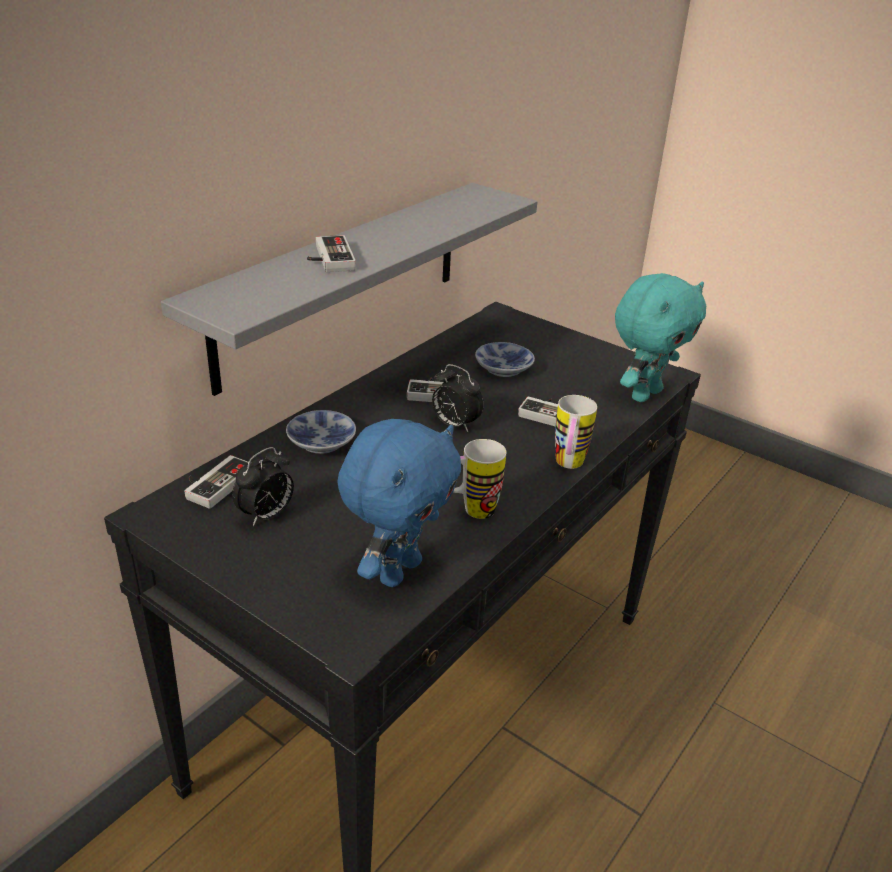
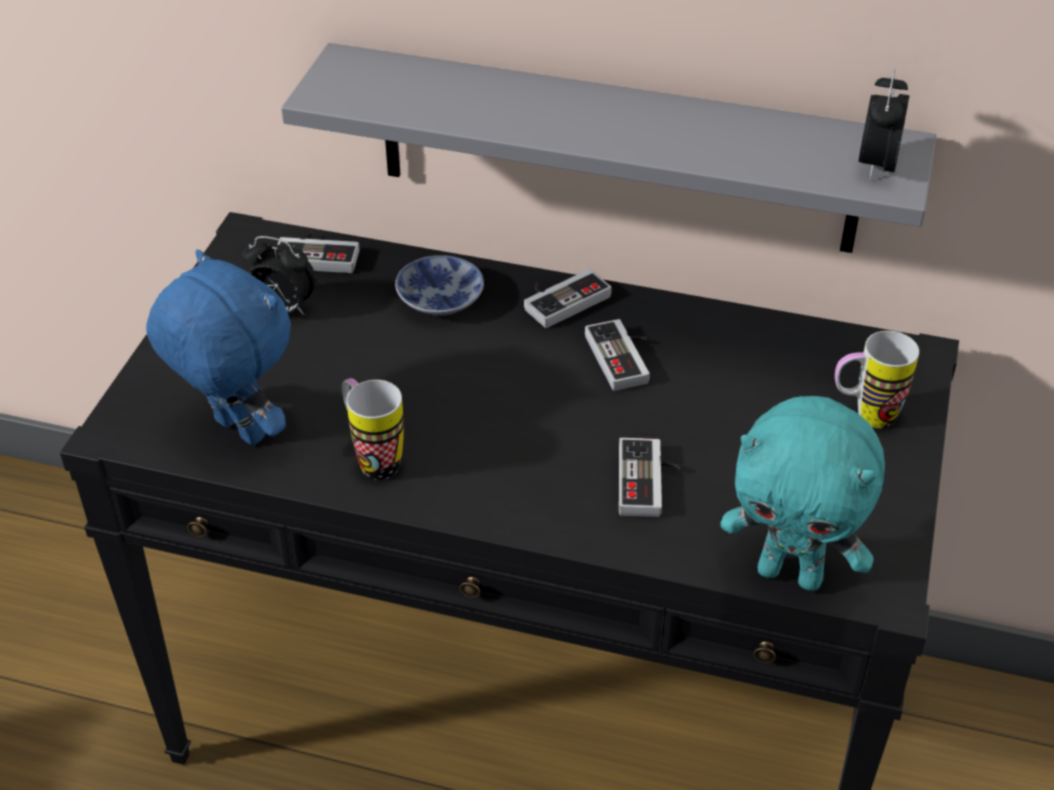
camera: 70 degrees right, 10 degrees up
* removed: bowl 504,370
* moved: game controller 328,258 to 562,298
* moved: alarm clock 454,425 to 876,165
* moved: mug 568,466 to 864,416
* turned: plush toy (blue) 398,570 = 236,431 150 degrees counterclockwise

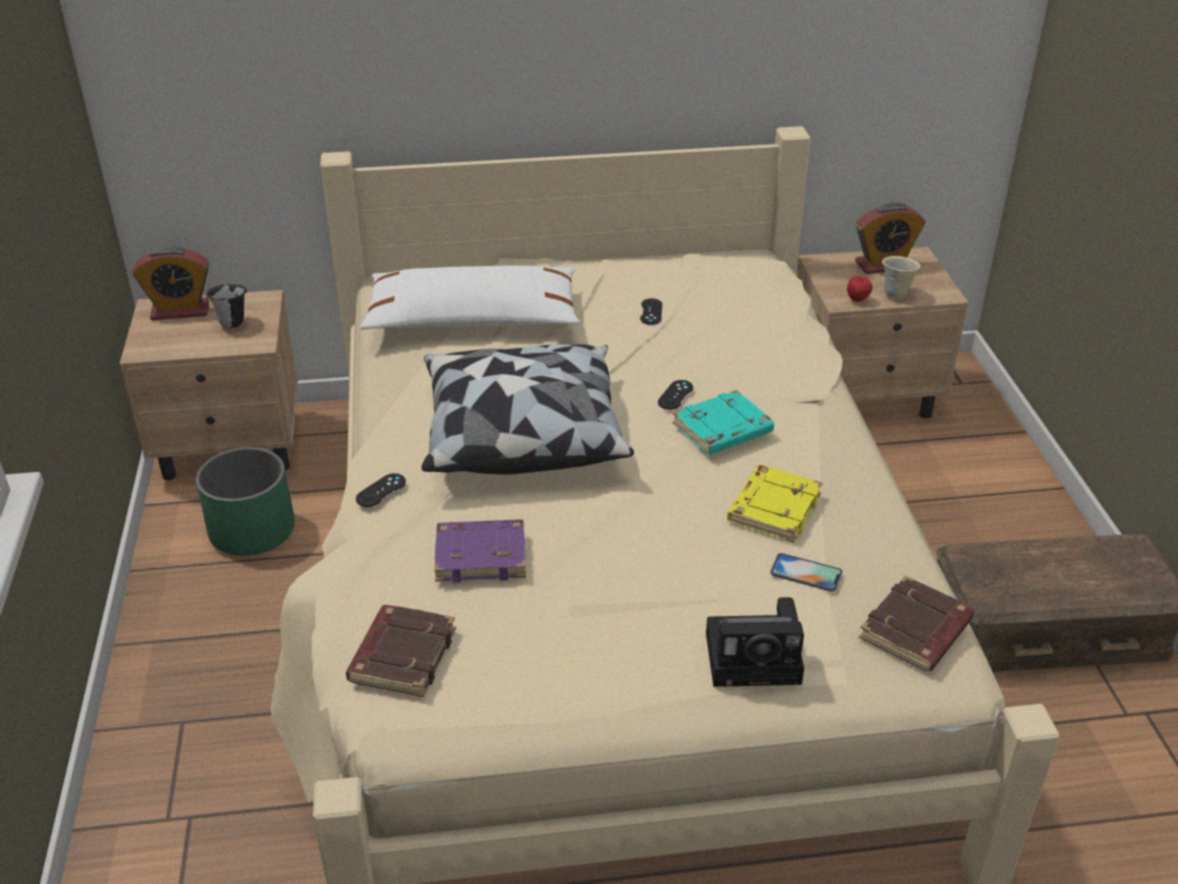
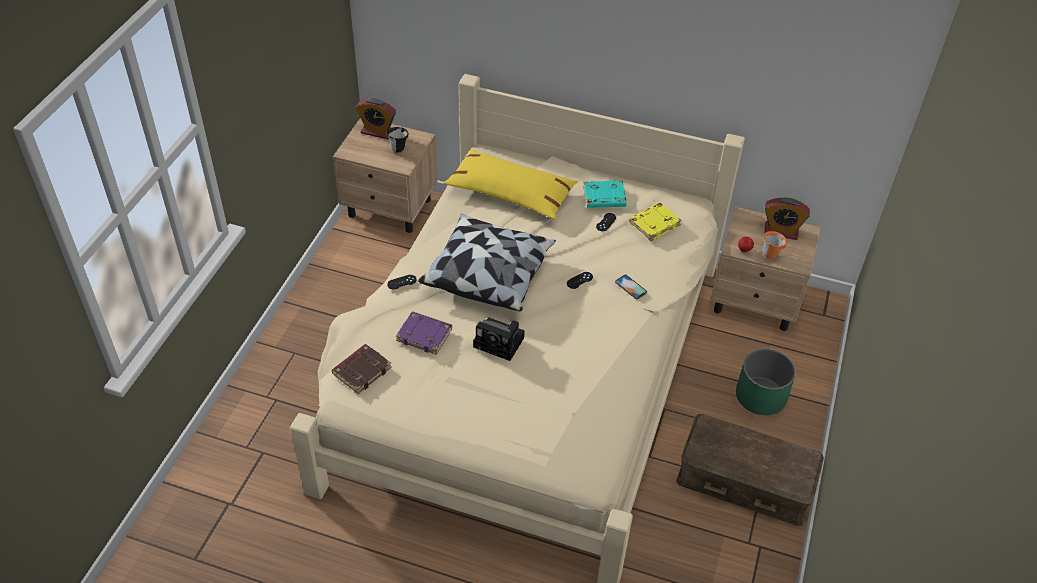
camera: 25 degrees right, 10 degrees up
* removed: book (brown) 916,632
* moved: planter (green) 253,531 to 761,396
* moved: book (turquoise) 722,430 to 604,198
* moved: photo camera 757,657 to 501,343
* moved: book (yellow) 773,508 to 654,224
* moved: phone 806,573 to 631,287
* recoloured: pillow (white) 473,319 to pillow (yellow) 510,193
* recoloured: mug (beige) 896,294 to mug (orange) 770,254

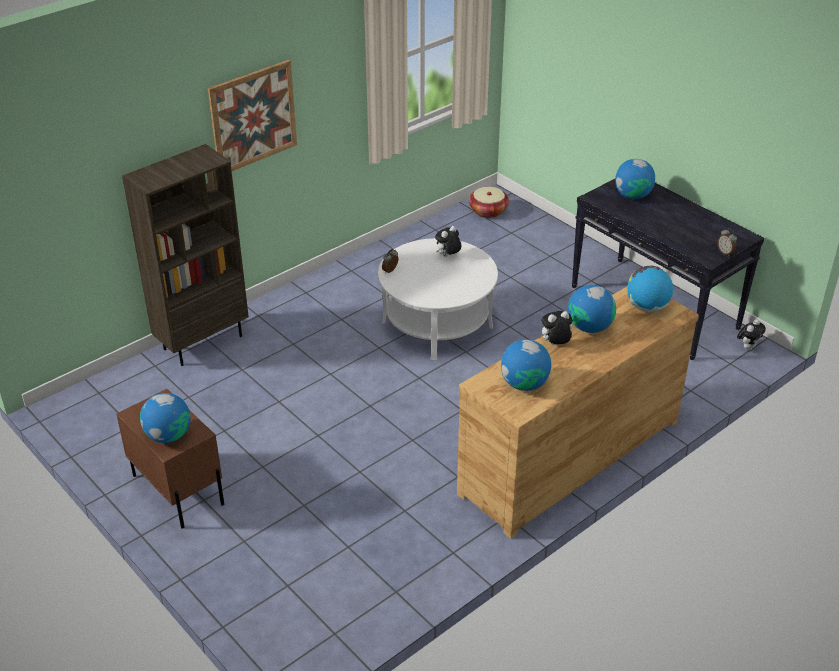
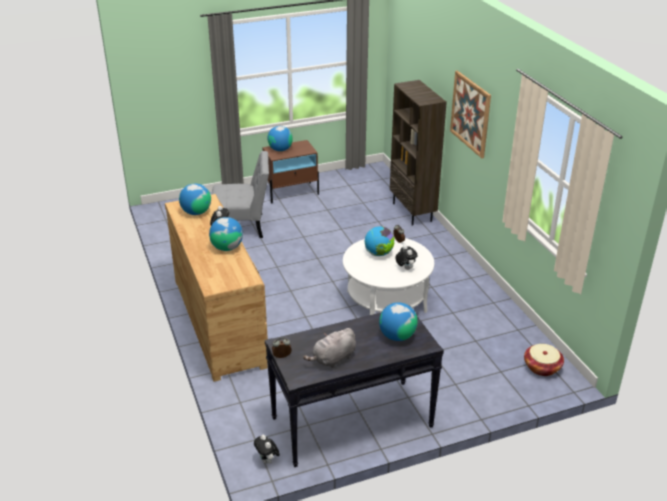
camera: 110 degrees right, 5 degrees down
* added: chair (grey) 243,227
* added: plush toy (grey) 333,359
* moved: globe 647,307 to 379,254

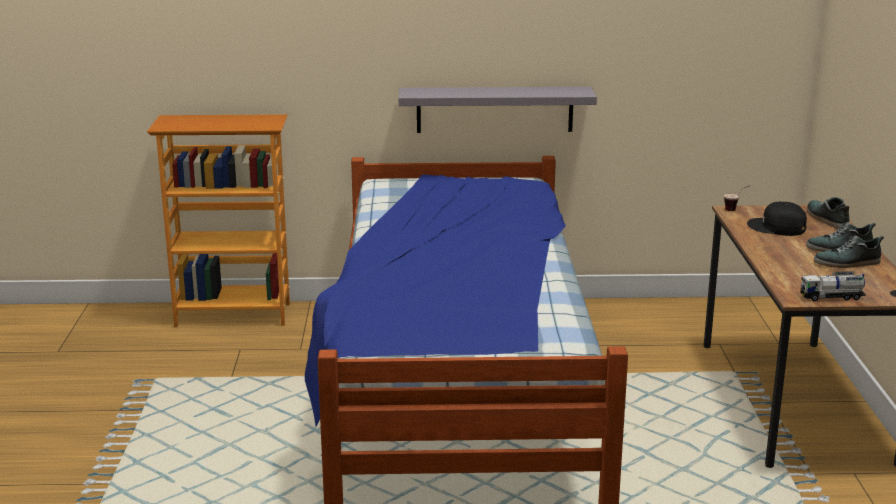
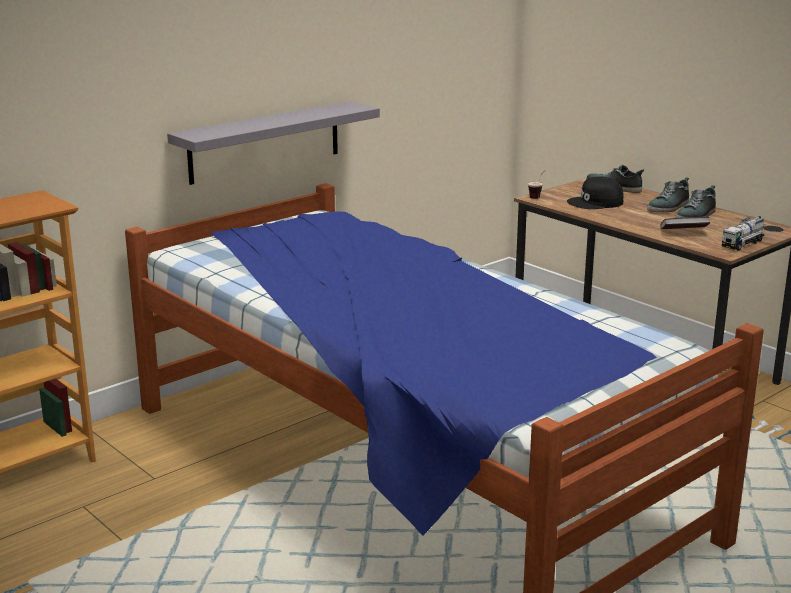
camera: 40 degrees left, 0 degrees up
* added: book 684,233

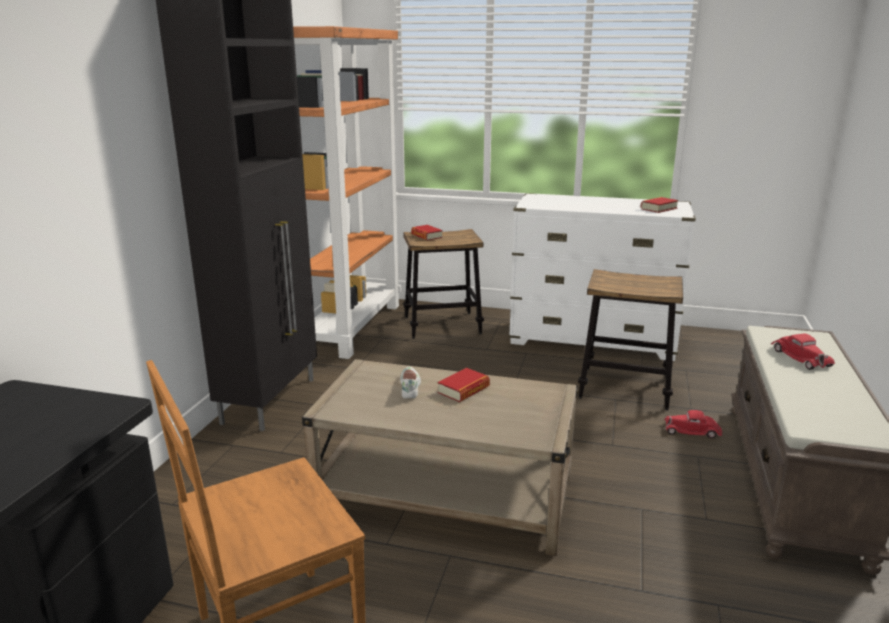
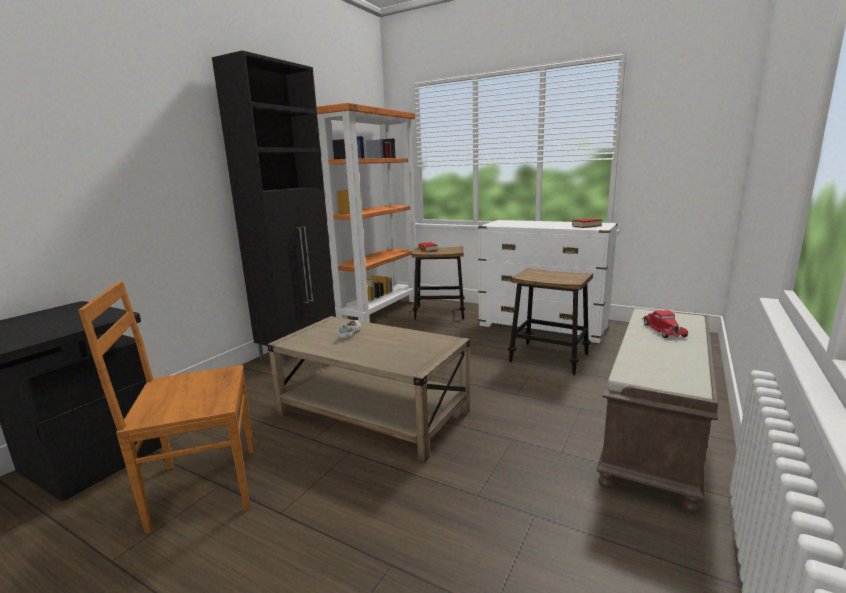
camera: 15 degrees right, 5 degrees down
* removed: book 463,390
* removed: toy car (red) 692,431

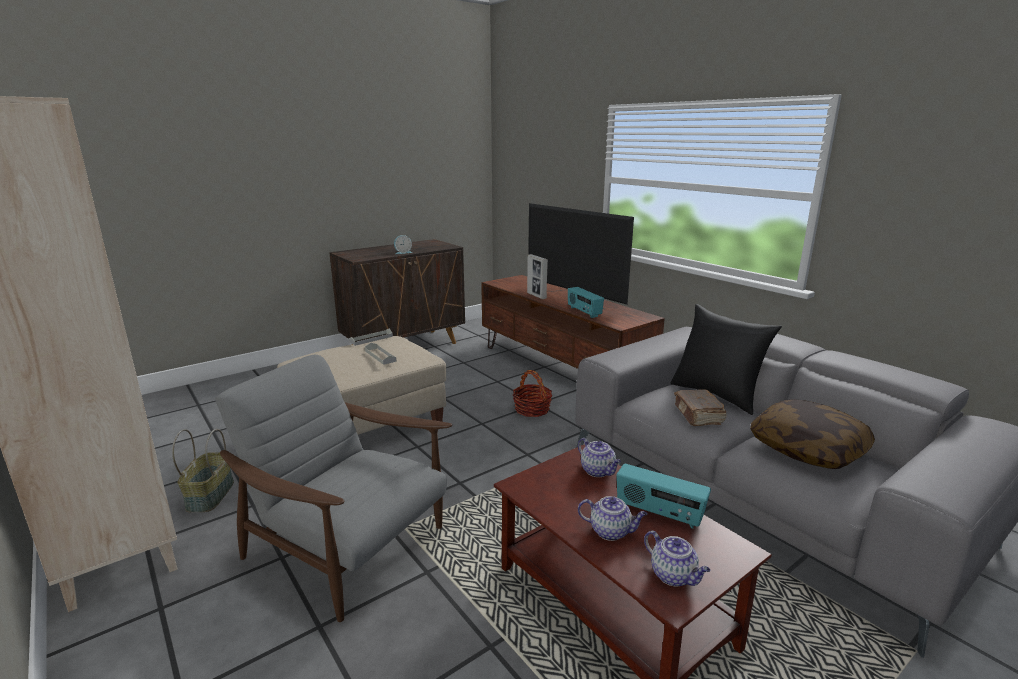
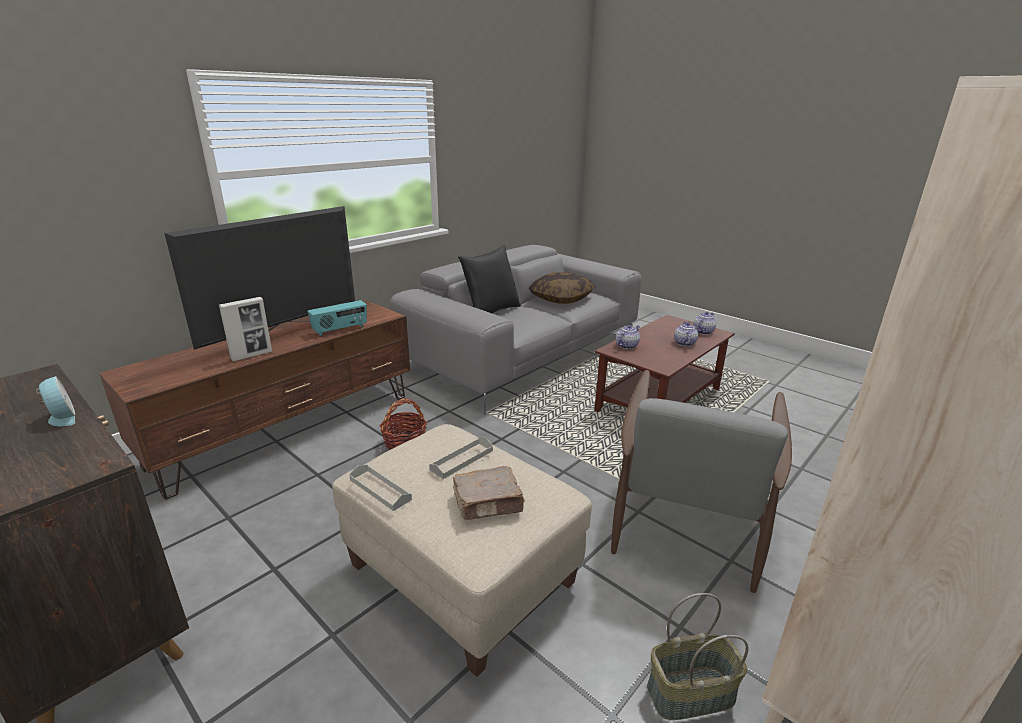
camera: 100 degrees left, 5 degrees up
* removed: radio 659,513
* moved: book (brown) 698,415 to 489,503

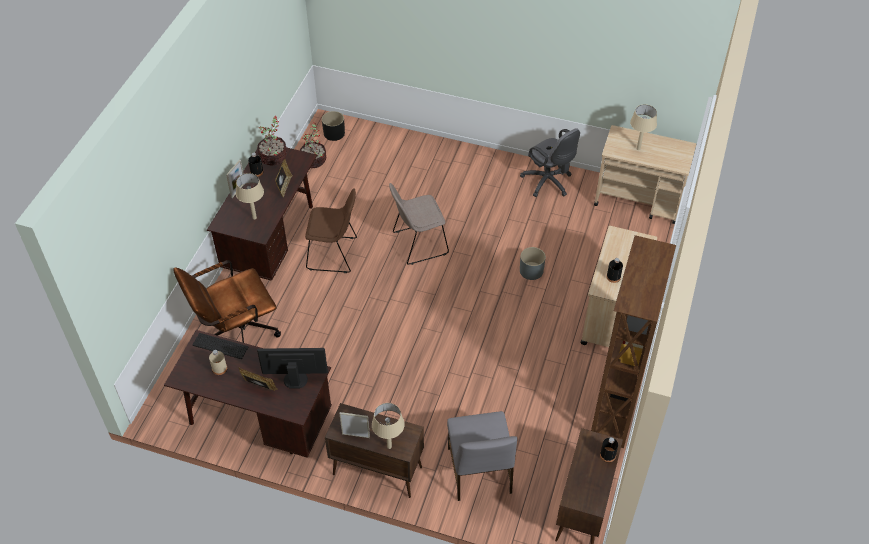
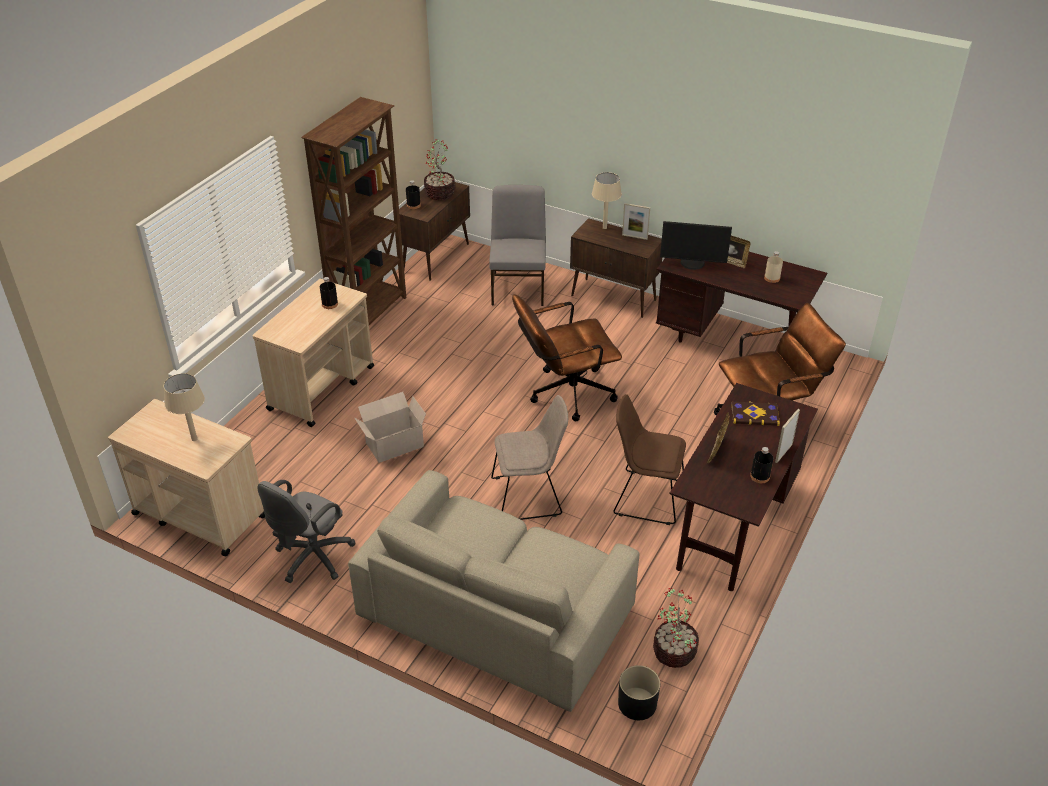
camera: 170 degrees left, 10 degrees down
* removed: keyboard 219,346
* added: sofa (beige) 496,610
* added: office chair (brown) 564,394
* moved: potted plant 273,157 to 439,193
* replaced: table lamp (beige) 254,218 to book 754,414
* replaced: planter (grey) 531,271 to cardboard box 393,445
* turned: office chair (grey) 548,183 = 311,559 120 degrees counterclockwise

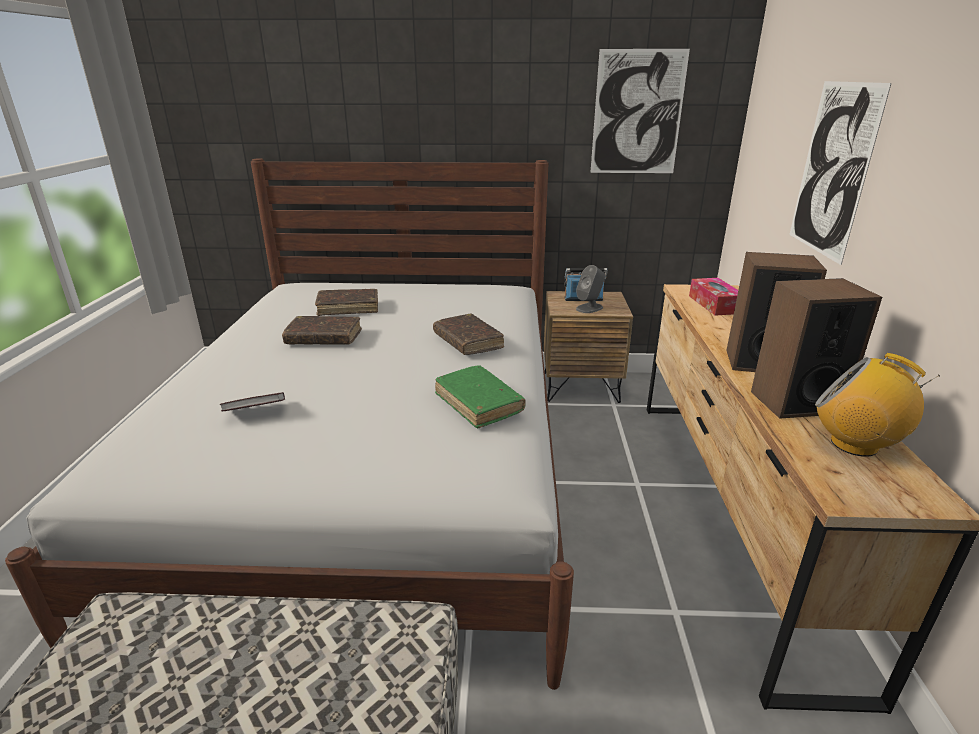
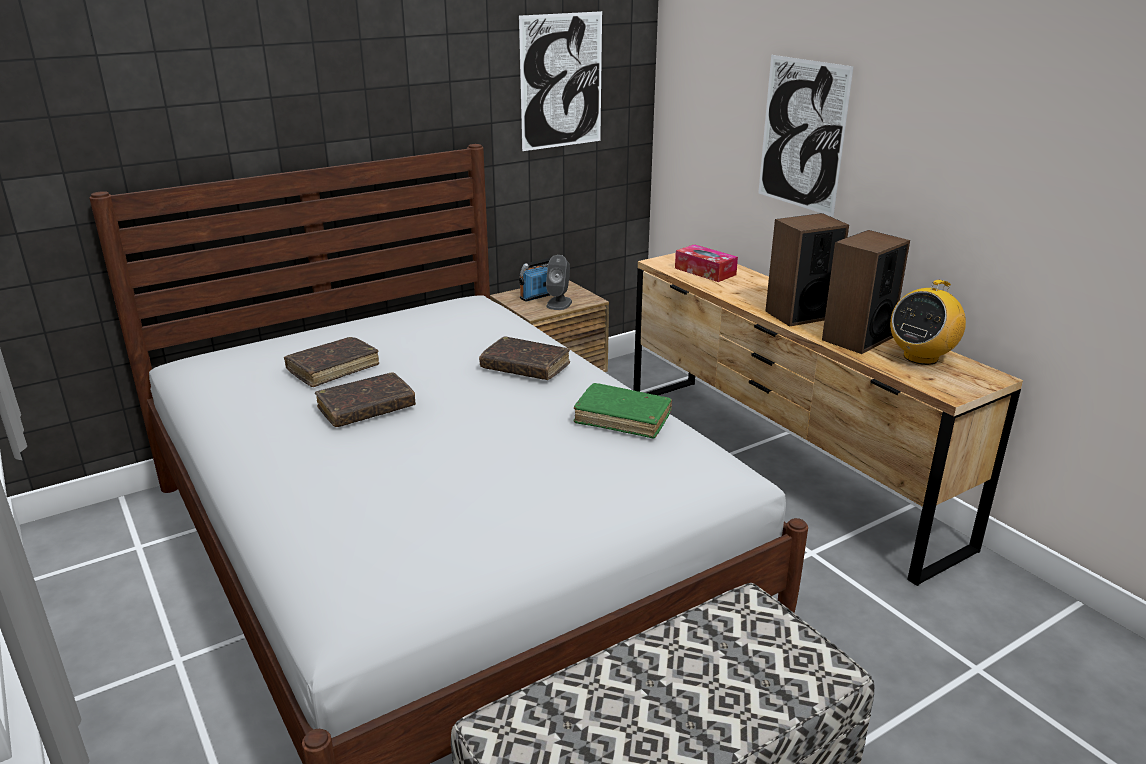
camera: 35 degrees left, 0 degrees up
* removed: book 255,412
* turned: radio 855,444 = 920,357 45 degrees counterclockwise

